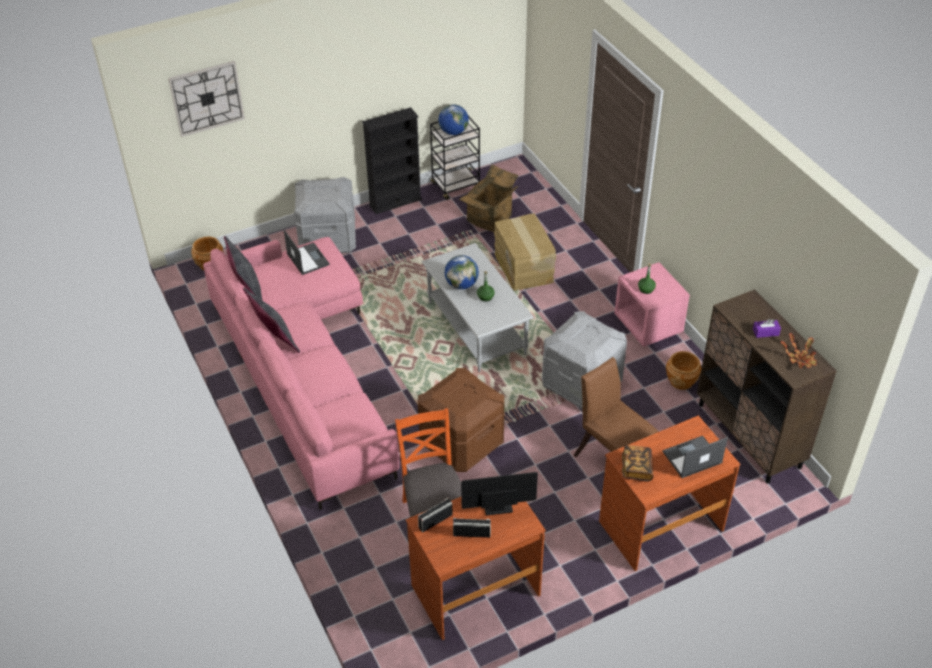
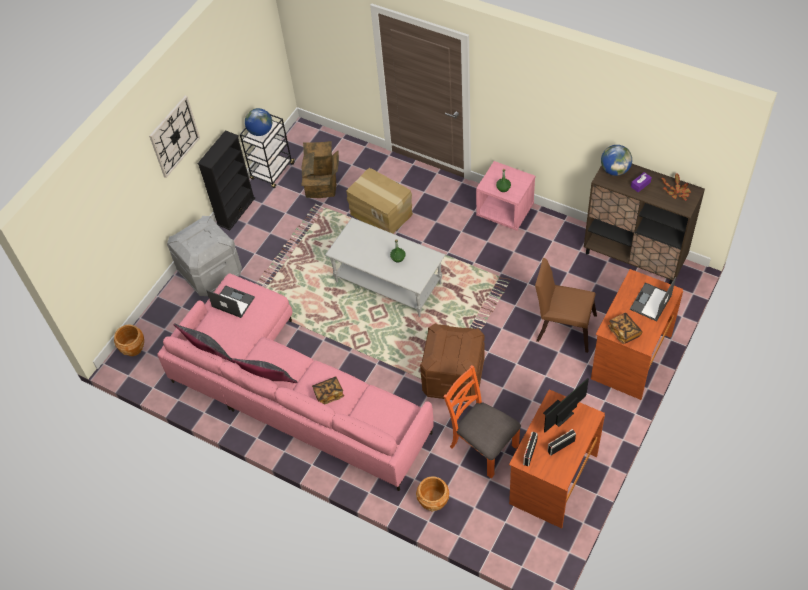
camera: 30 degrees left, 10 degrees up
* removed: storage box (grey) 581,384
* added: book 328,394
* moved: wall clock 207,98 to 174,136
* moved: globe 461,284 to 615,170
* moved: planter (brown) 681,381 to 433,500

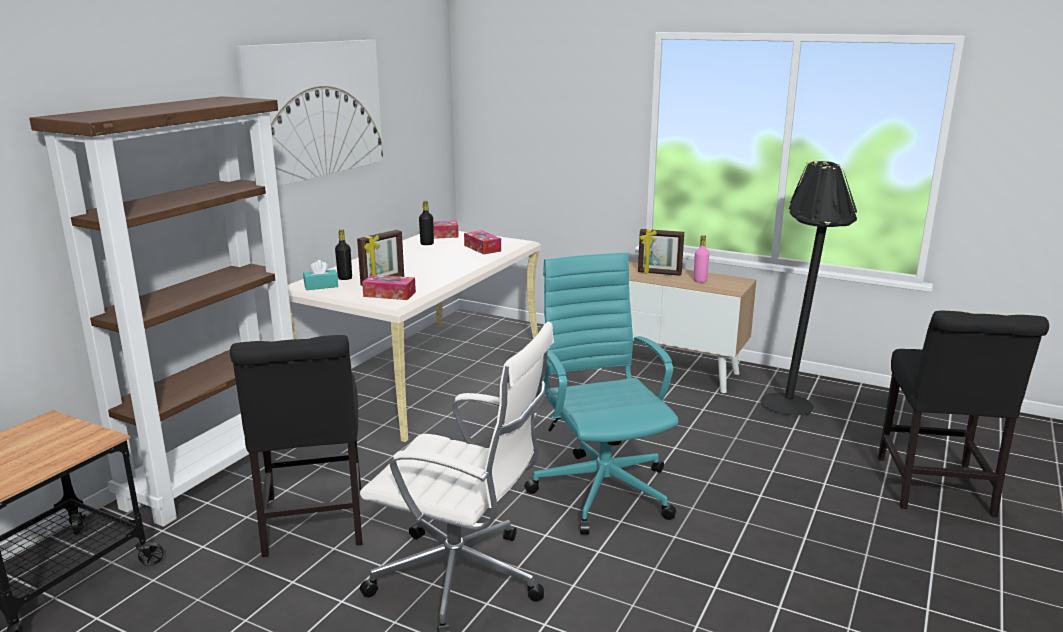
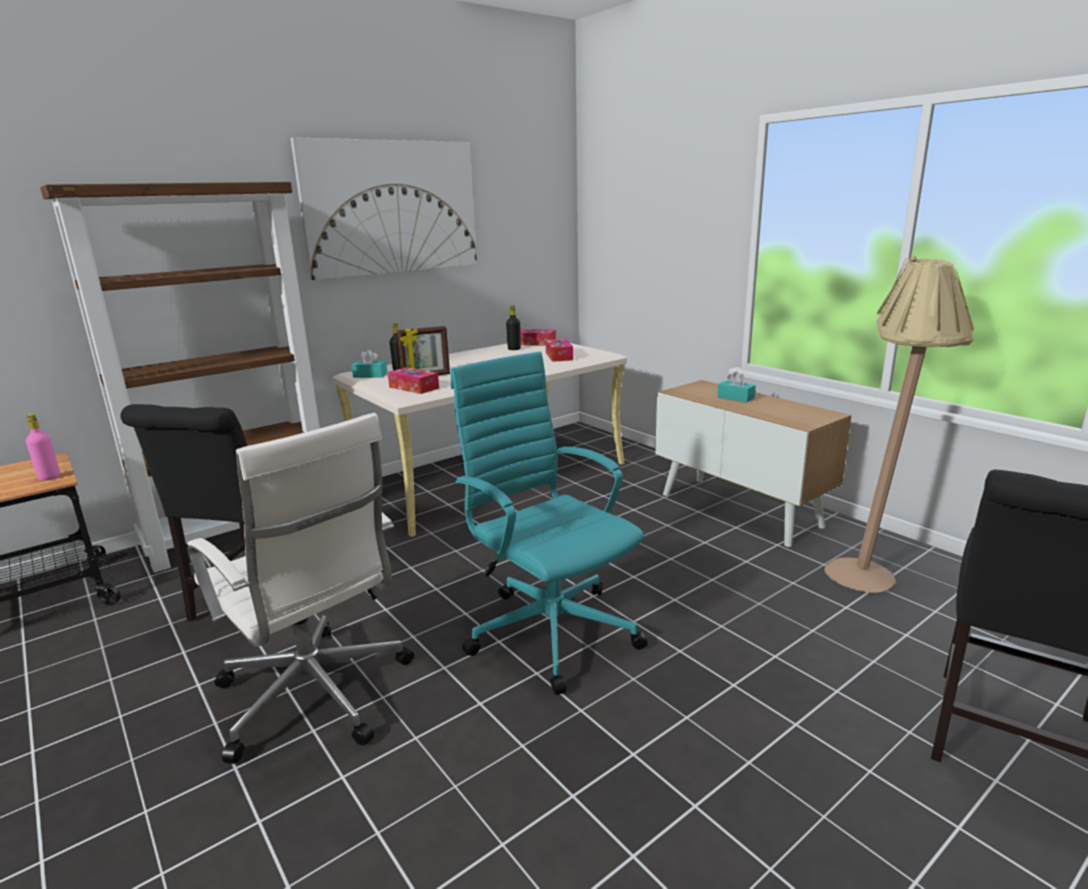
camera: 25 degrees right, 0 degrees up
* moved: bottle (pink) 700,281 to 49,477
* replaced: picture frame 659,273 to tissue box (turquoise) 735,398
* recoloured: floor lamp (black) 796,402 to floor lamp (beige) 875,575
* turned: office chair (turquoise) 602,489 = 550,629 45 degrees counterclockwise

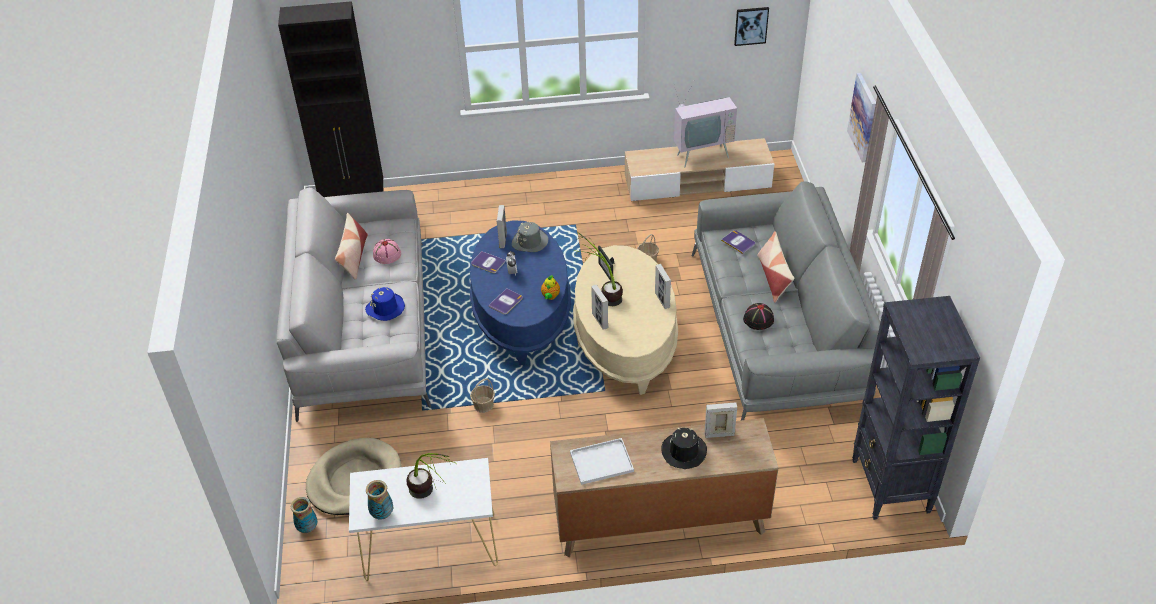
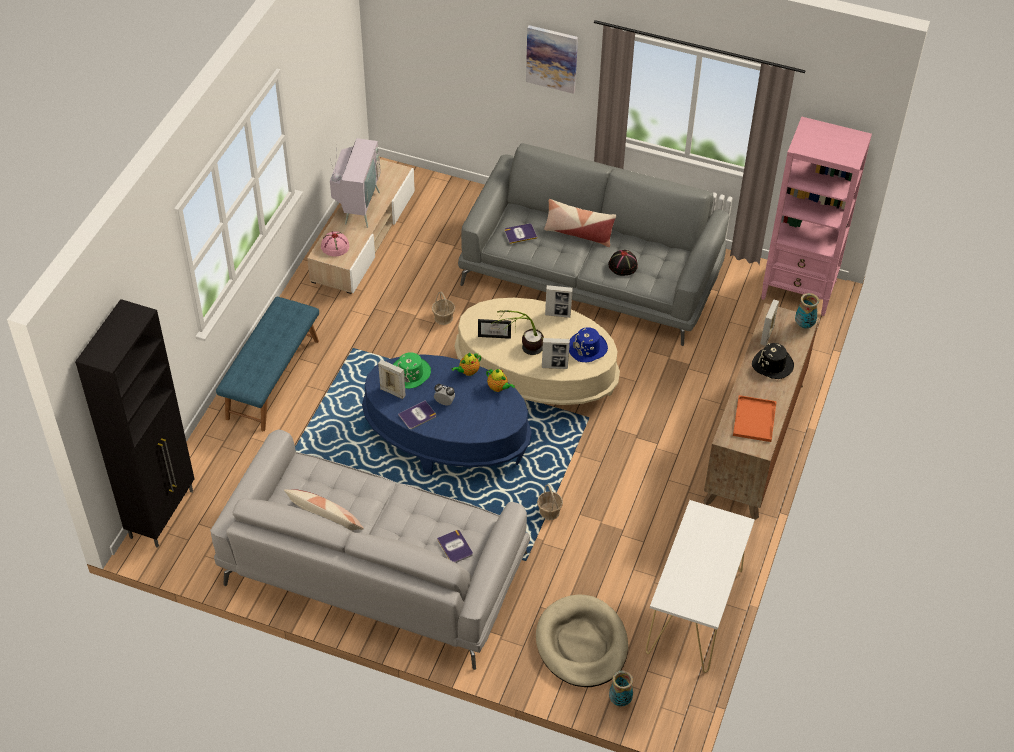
camera: 65 degrees left, 5 degrees up
* removed: potted plant 432,496
* removed: picture 751,25
* added: bench (blue) 272,378
* added: teapot 468,372
* moved: hat (blue) 385,308 to 587,348
* moved: vase 382,514 to 804,325
* moved: hat (pink) 387,254 to 335,246
* moved: book 506,302 to 455,547
* recoloured: hat (grey) 530,242 to hat (green) 411,373
* recoloured: tray (white) 602,461 to tray (orange) 754,418
* recoloured: bookcase (black) 890,487 to bookcase (pink) 799,291

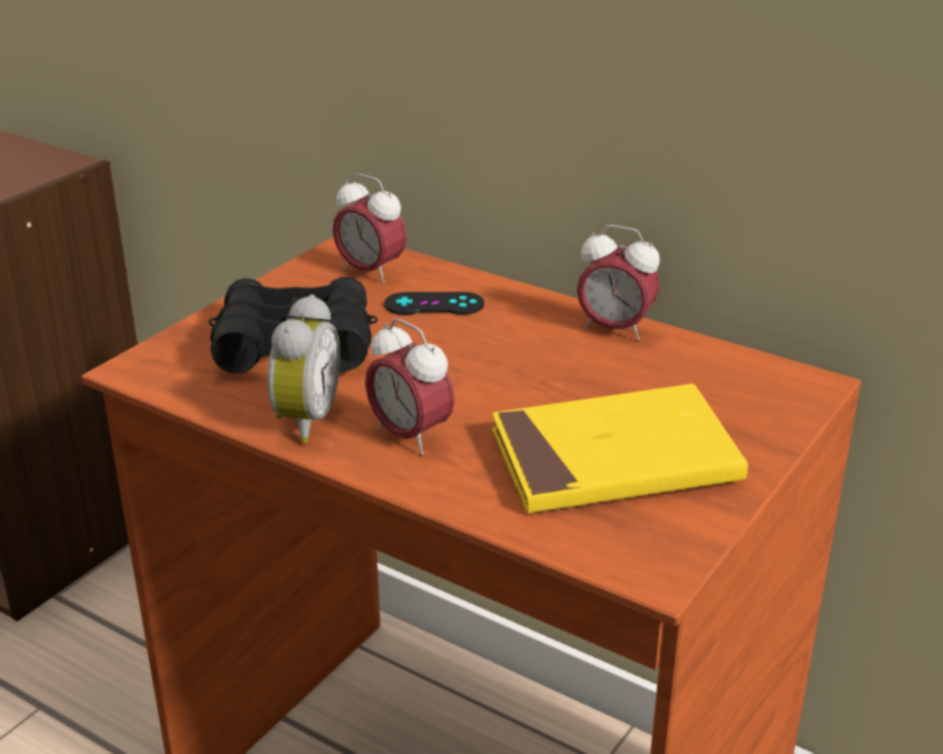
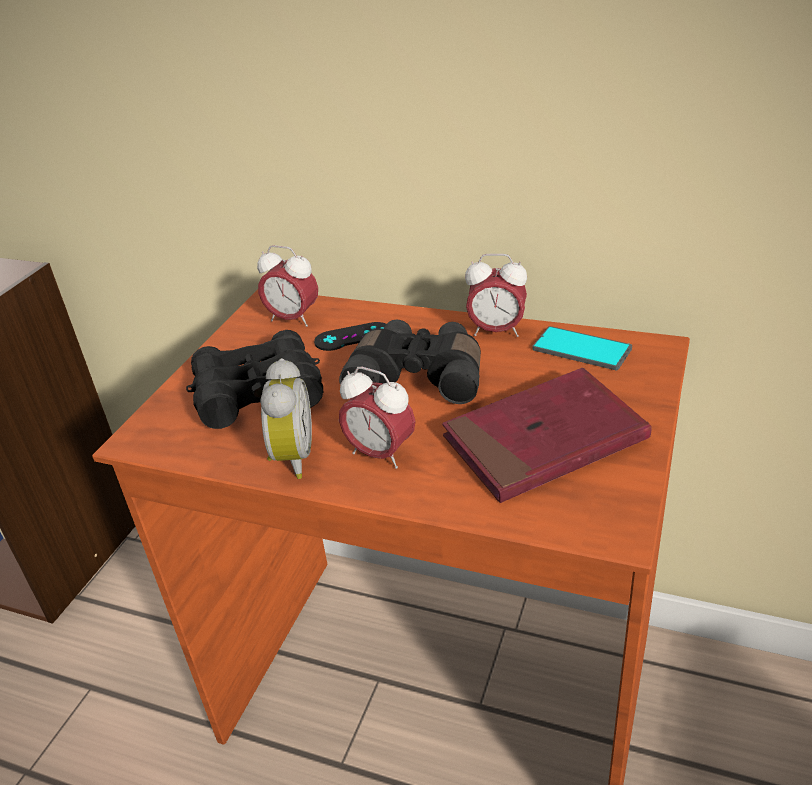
camera: 10 degrees left, 5 degrees up
* added: binoculars (black) 419,376
* added: phone 581,349
* recoloured: book (yellow) 614,459 to book (red) 544,440

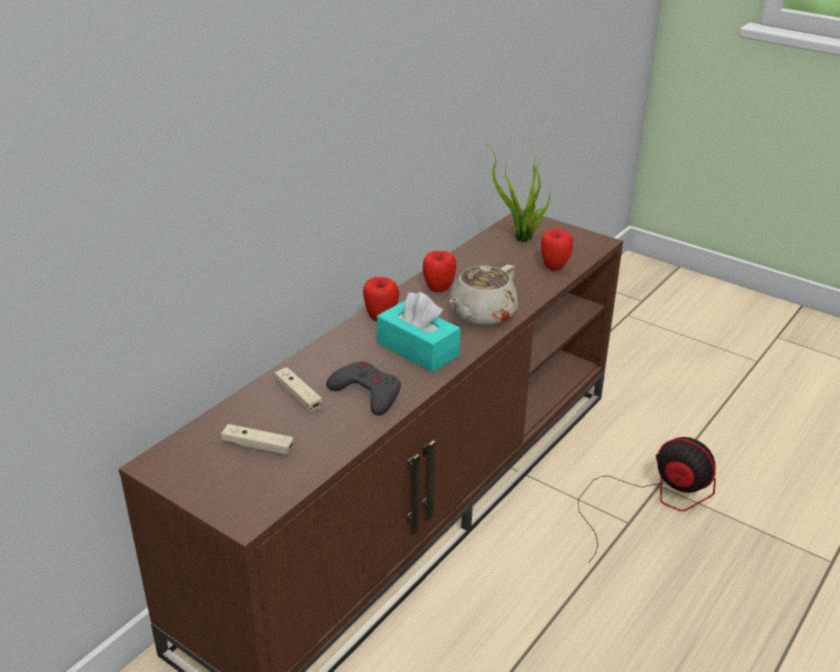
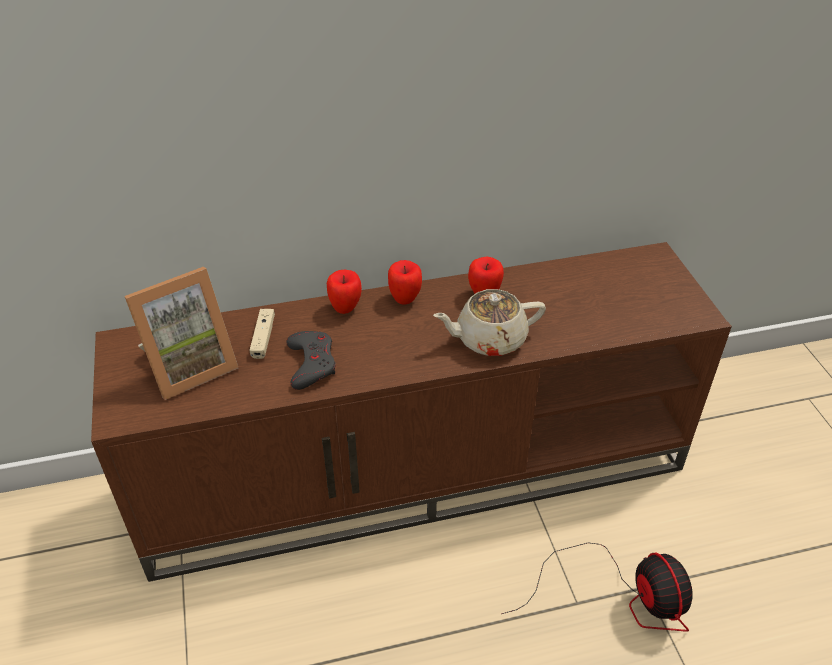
camera: 40 degrees right, 10 degrees up
* removed: tissue box (turquoise) 417,349
* removed: potted plant 522,239
* moved: apple 554,267 to 345,309
* replaced: game controller (beige) 258,446 to picture frame 189,366

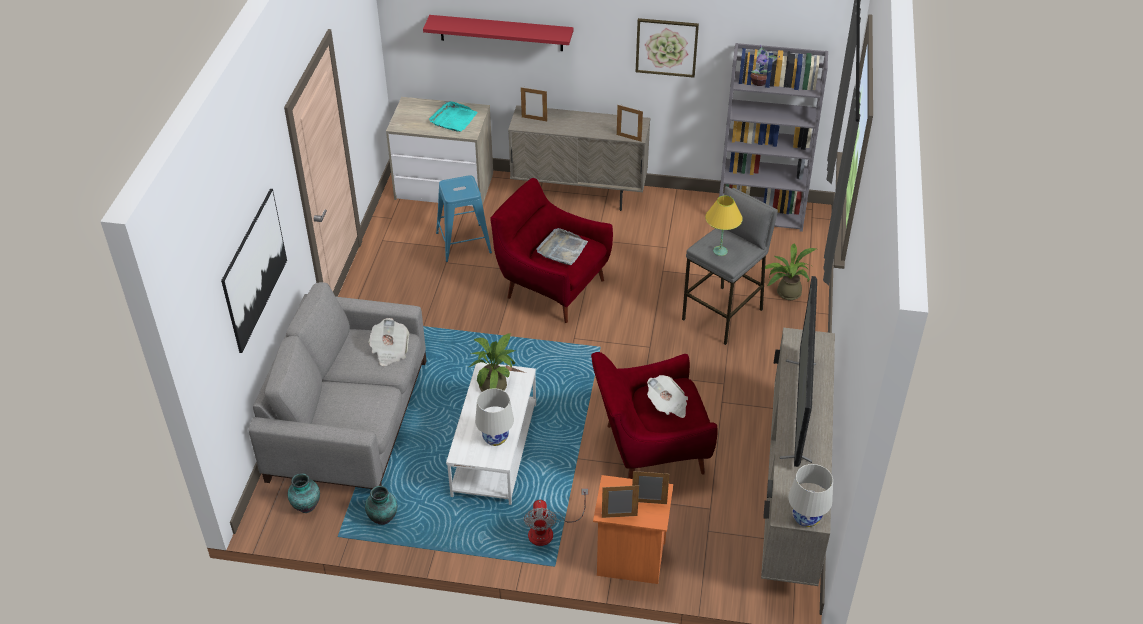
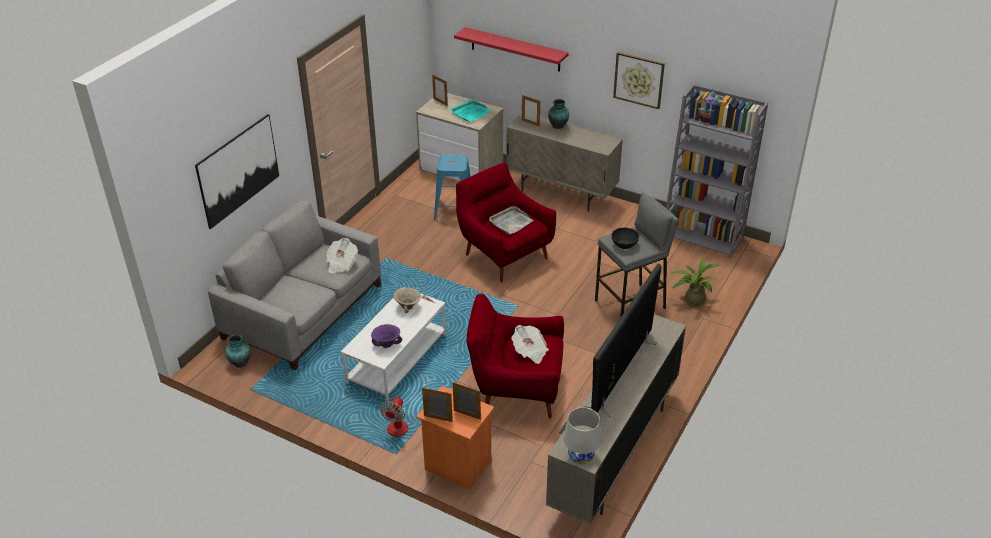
camera: 20 degrees right, 5 degrees down
* moved: vase 383,519 to 558,126
* moved: picture frame 629,138 to 440,102
* replaced: potted plant 495,384 to bowl (beige) 408,306
* replaced: table lamp (white) 495,438 to bowl (purple) 386,343
* replaced: table lamp (yellow) 720,251 to bowl (black) 624,244

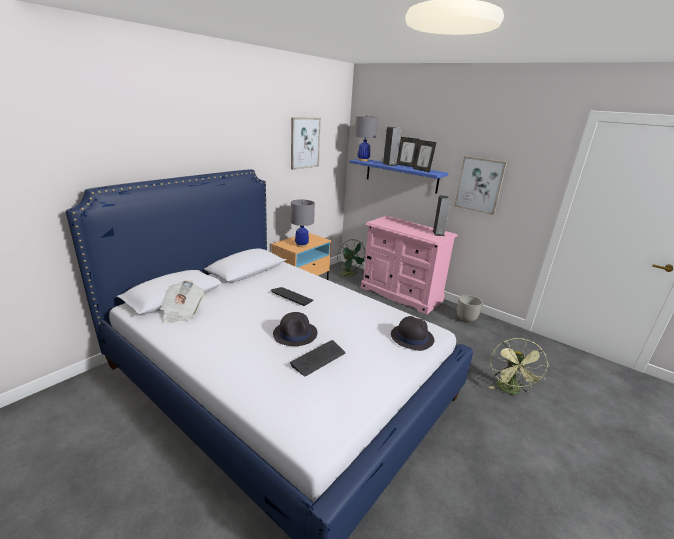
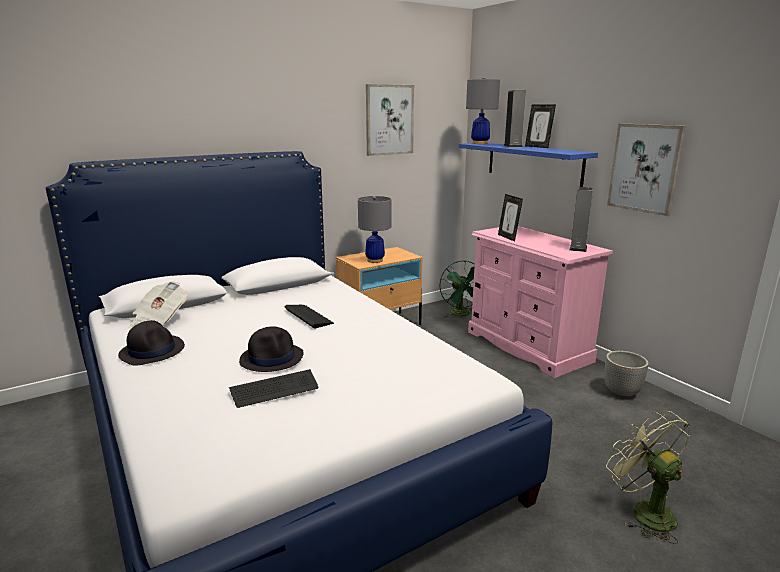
camera: 20 degrees right, 5 degrees down
* moved: hat (black) 411,337 to 152,351
* moved: picture frame 422,170 to 508,237
* turned: fan (green) 510,390 = 644,511 120 degrees clockwise

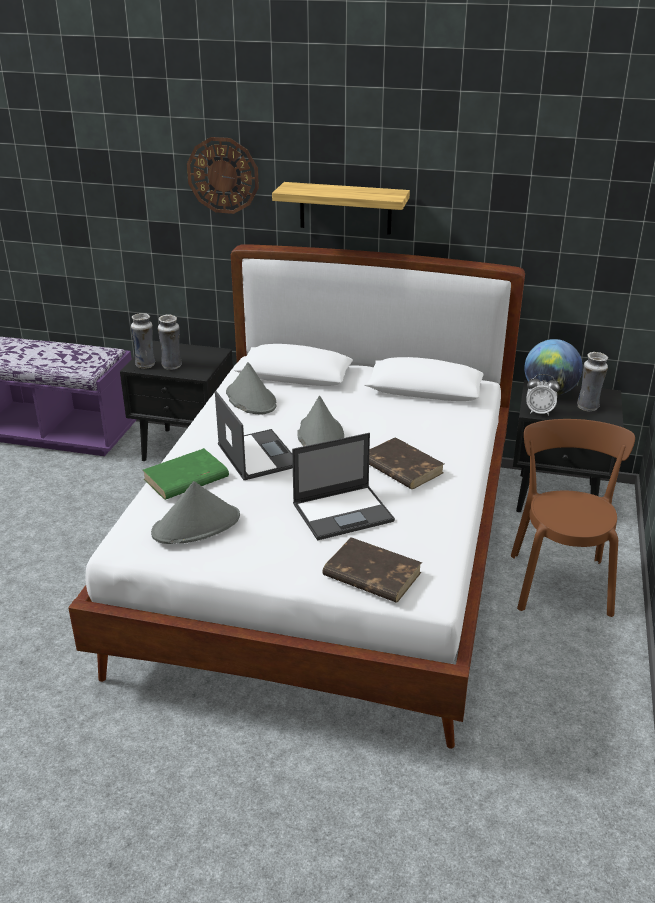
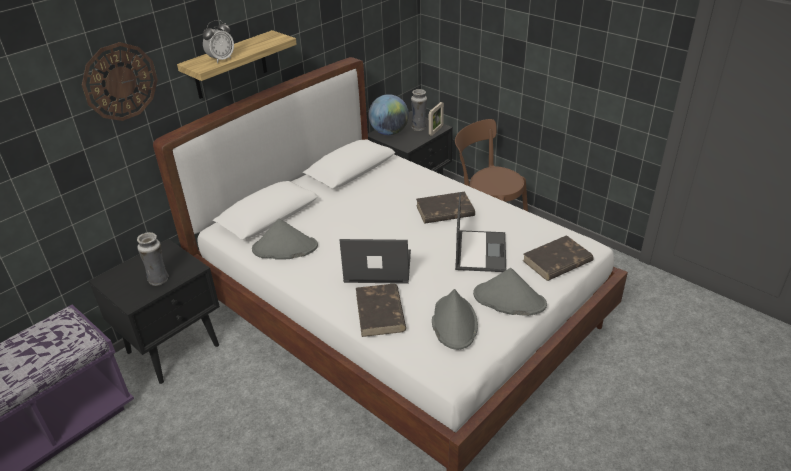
camera: 60 degrees left, 5 degrees up
* removed: vase 146,364
* added: picture frame 436,130
* moved: hat (grey) 320,435 to 509,300
* moved: alarm clock 539,412 to 221,59
* recoloured: book (green) 185,479 to book (brown) 380,313

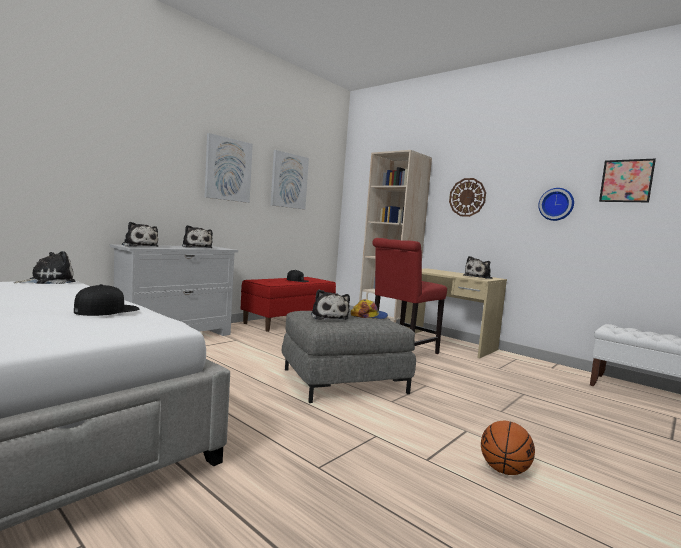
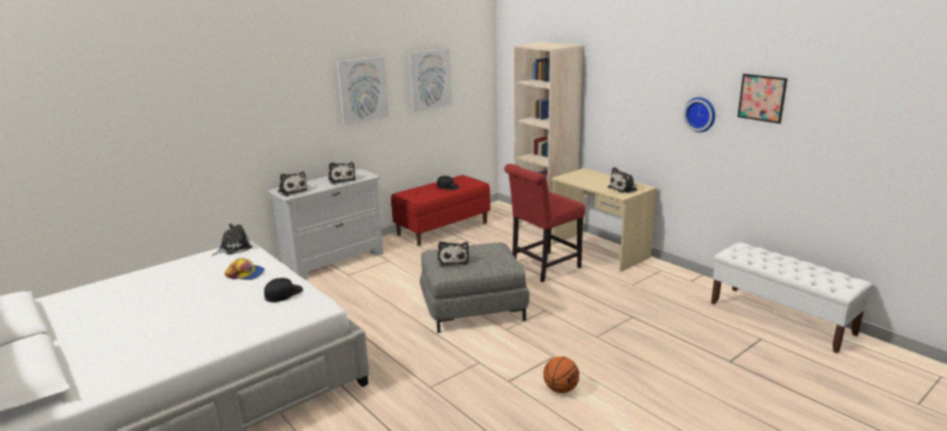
camera: 10 degrees right, 15 degrees up
* removed: wall clock 467,197
* moved: cap 369,316 to 245,274

